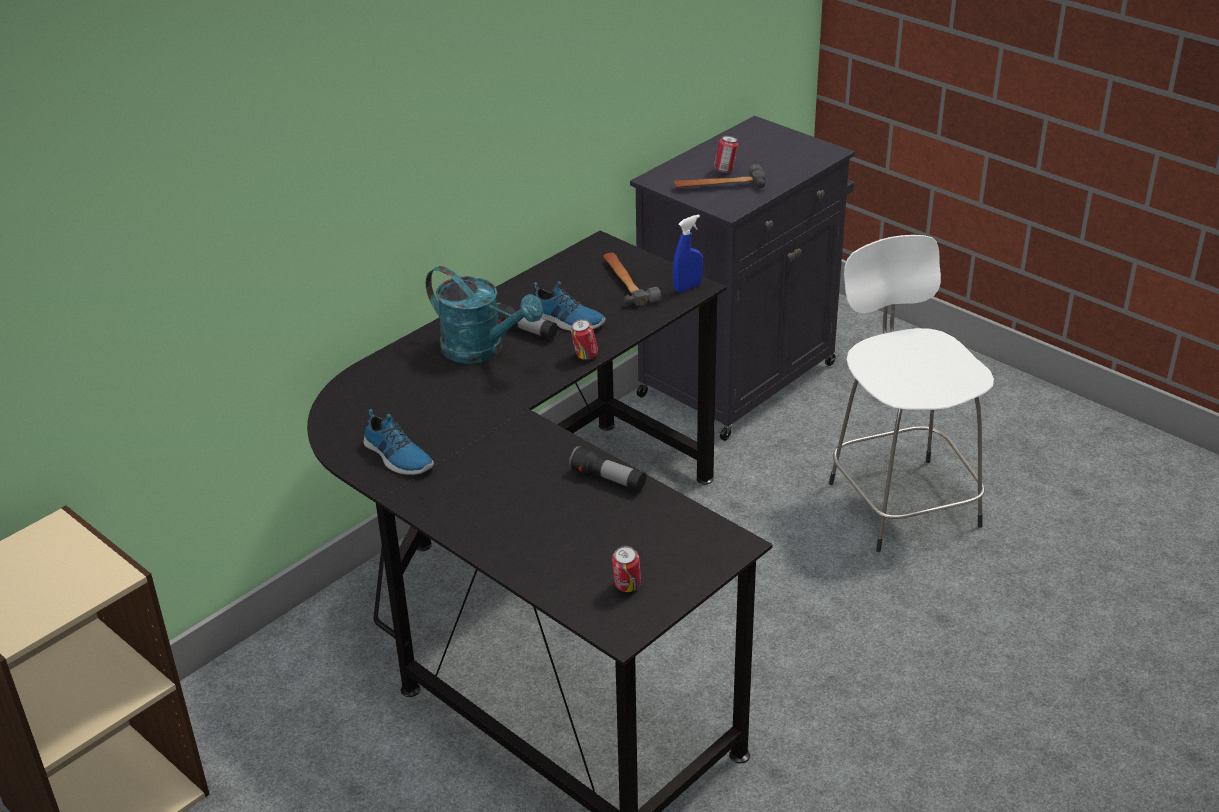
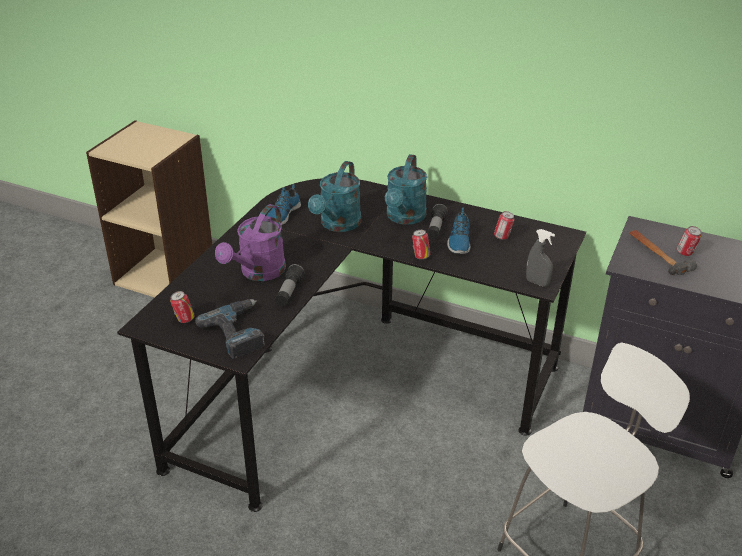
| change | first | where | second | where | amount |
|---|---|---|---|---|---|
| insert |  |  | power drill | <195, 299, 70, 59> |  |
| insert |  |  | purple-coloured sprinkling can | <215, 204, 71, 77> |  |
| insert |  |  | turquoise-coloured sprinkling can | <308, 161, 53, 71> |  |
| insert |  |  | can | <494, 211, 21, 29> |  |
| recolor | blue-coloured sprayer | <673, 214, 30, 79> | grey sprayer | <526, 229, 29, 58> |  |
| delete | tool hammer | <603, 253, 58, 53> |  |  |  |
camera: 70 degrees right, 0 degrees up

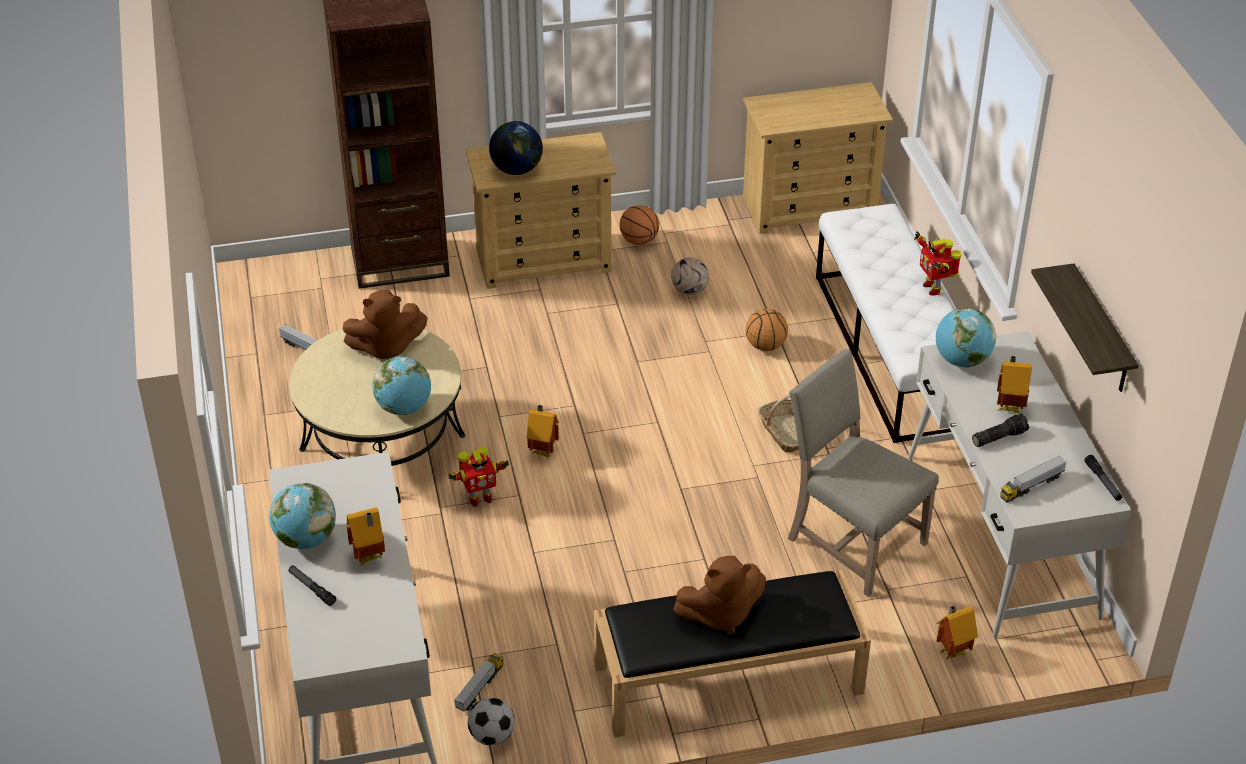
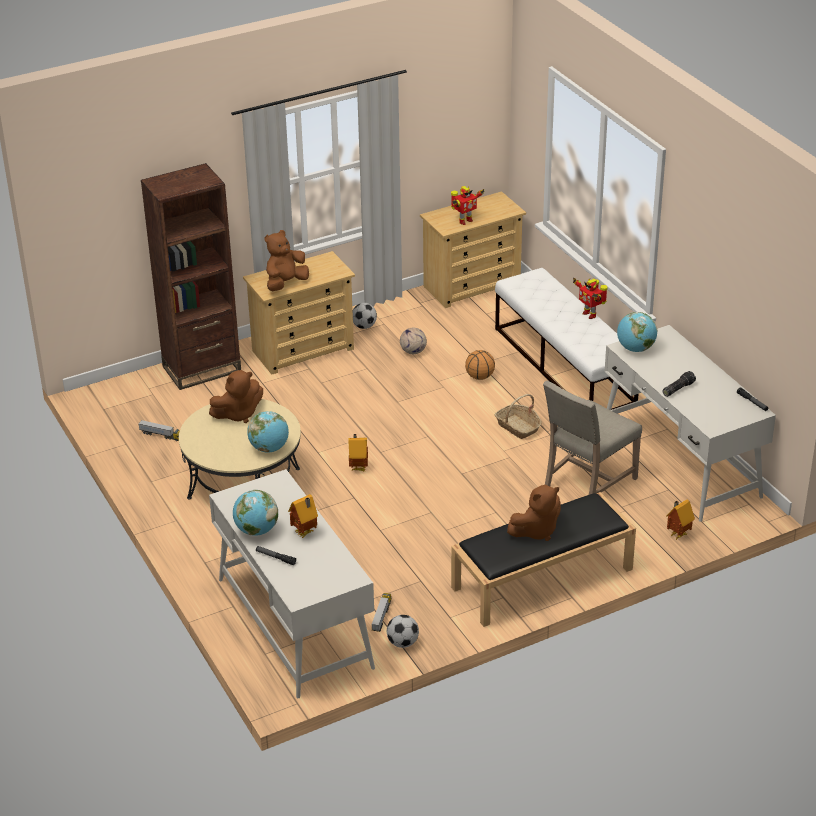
| change | first | where | second | where | amount |
|---|---|---|---|---|---|
| replace | globe | <489, 121, 54, 54> | brown soft toy | <265, 230, 44, 61> |  |
| replace | basketball ball | <619, 205, 40, 40> | football | <353, 303, 24, 26> |  |
| move | toy robot | <448, 447, 61, 60> |  | <451, 186, 34, 39> |  |
| rotate | beige plain chair | <788, 349, 151, 248> |  | <543, 381, 99, 114> | 75 degrees counterclockwise |
| delete | miniature house | <997, 356, 35, 58> |  |  |  |
| delete | toy lorry | <1000, 456, 67, 46> |  |  |  |
| delete | wall shelf | <1031, 263, 108, 129> |  |  |  |
camera: 15 degrees left, 5 degrees down

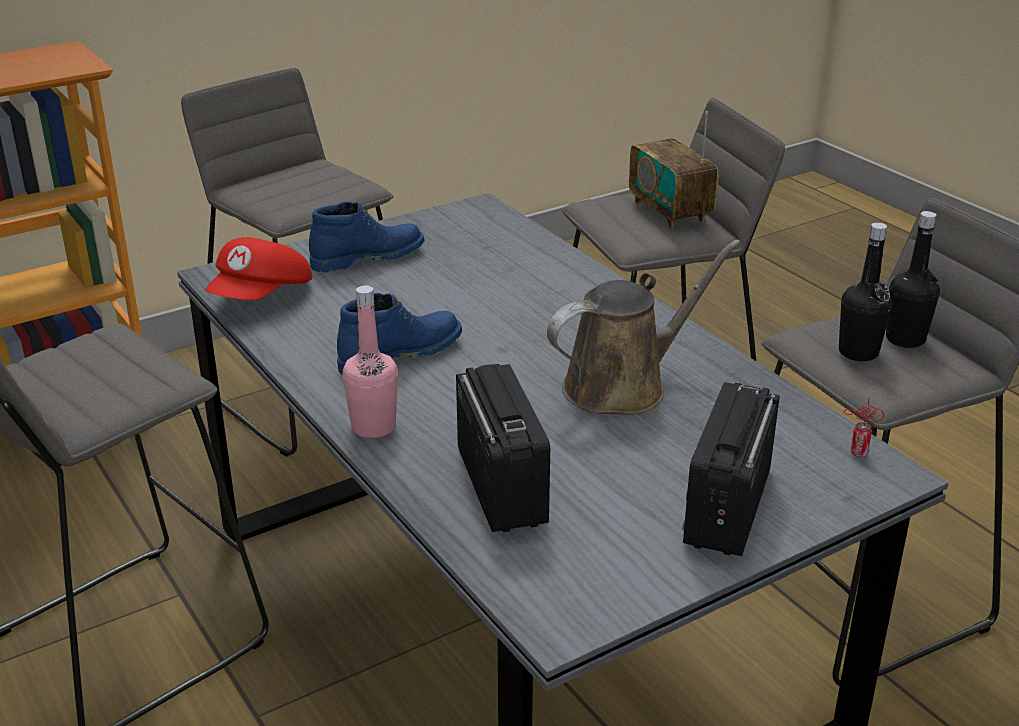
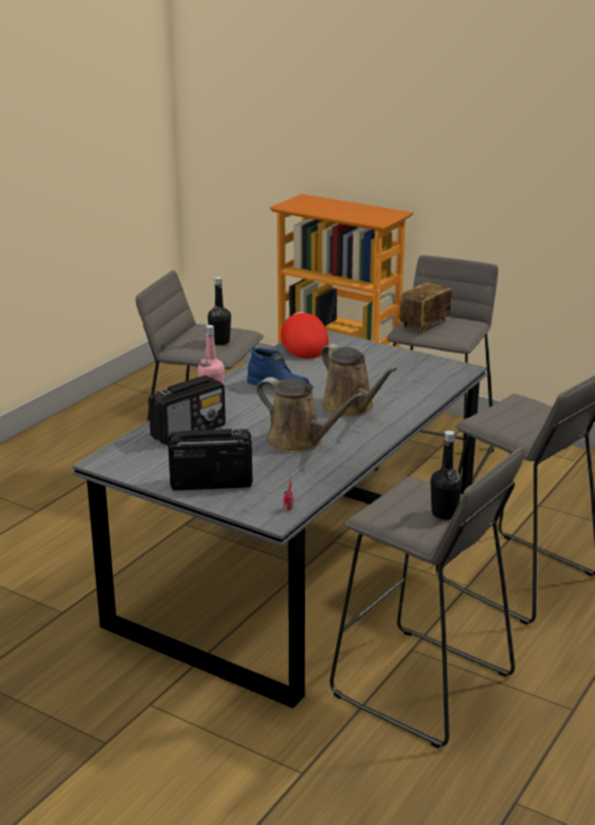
| change | first | where | second | where | amount |
|---|---|---|---|---|---|
| move | black bottle | <839, 222, 53, 139> |  | <208, 277, 23, 68> |  |
| rotate | red peaked cap | <205, 237, 107, 63> |  | <281, 312, 48, 47> | 75 degrees clockwise |
| insert |  |  | brown sprinkling can | <321, 344, 76, 73> |  |
| move | radio receiver | <629, 111, 90, 118> |  | <399, 268, 53, 65> |  |
| delete | blue-coloured high-top boot | <309, 202, 115, 71> |  |  |  |
camera: 65 degrees right, 5 degrees down

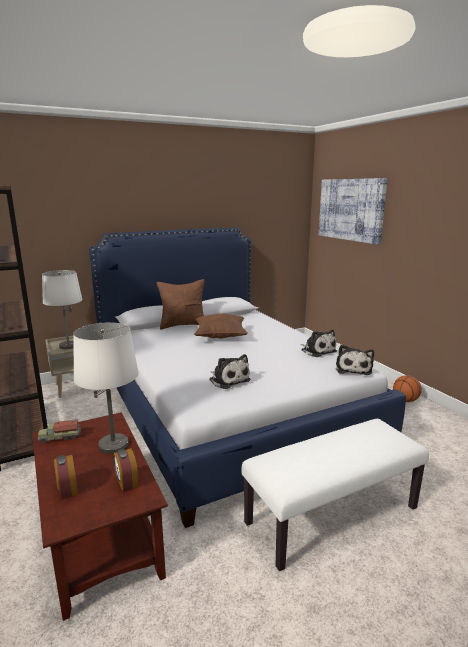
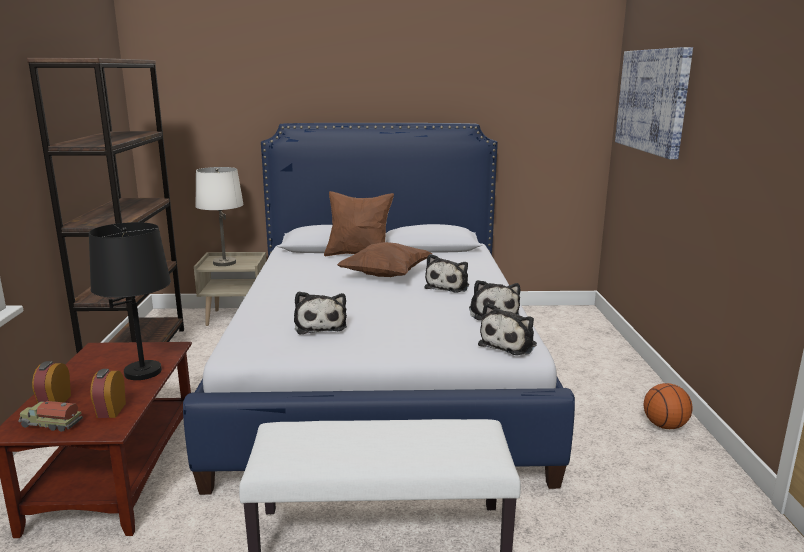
| change | first | where | second | where | amount |
|---|---|---|---|---|---|
| move | toy lorry | <38, 419, 43, 24> |  | <18, 401, 65, 31> |  |
| recolor | white table lamp | <73, 322, 66, 132> | black table lamp | <89, 222, 82, 158> |  |
| insert |  |  | soft toy | <424, 254, 45, 39> |  |
camera: 25 degrees right, 0 degrees up

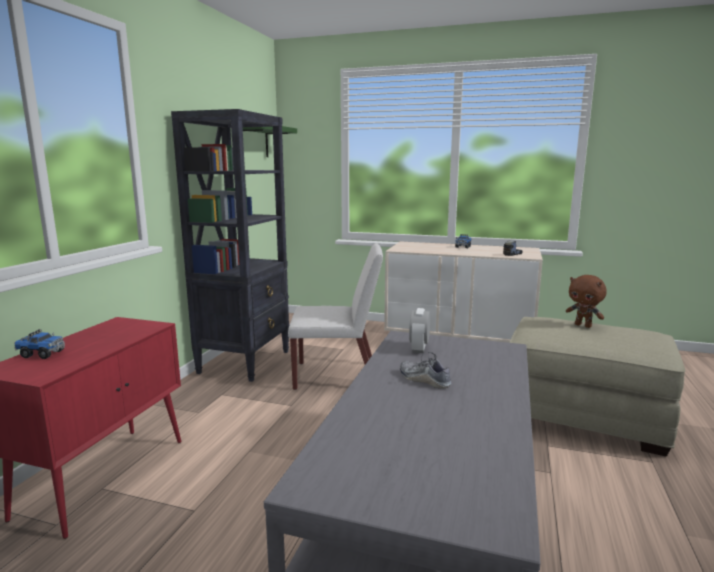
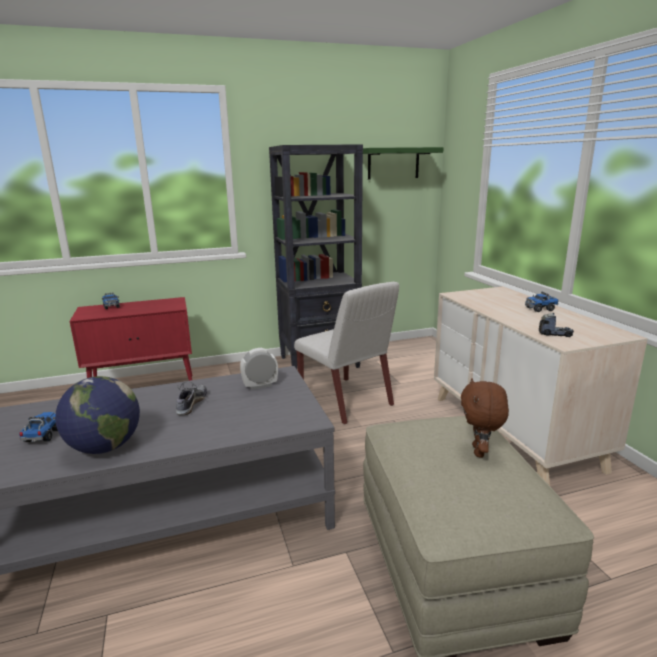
| change | first | where | second | where | amount |
|---|---|---|---|---|---|
| insert |  |  | toy lorry | <19, 412, 39, 30> |  |
| insert |  |  | globe | <55, 376, 85, 78> |  |
camera: 55 degrees right, 5 degrees up

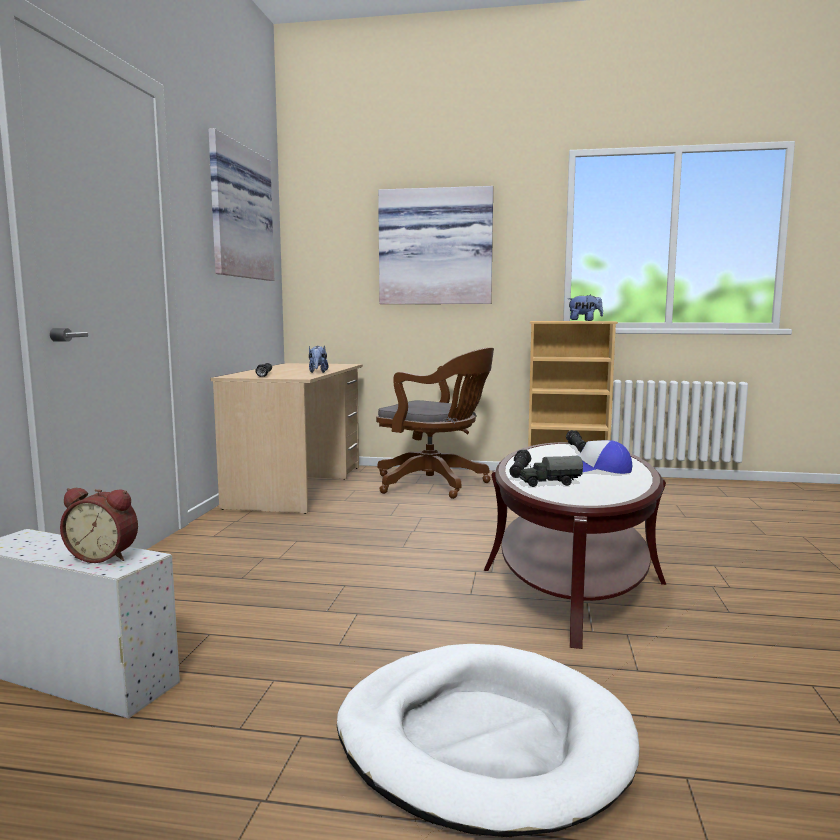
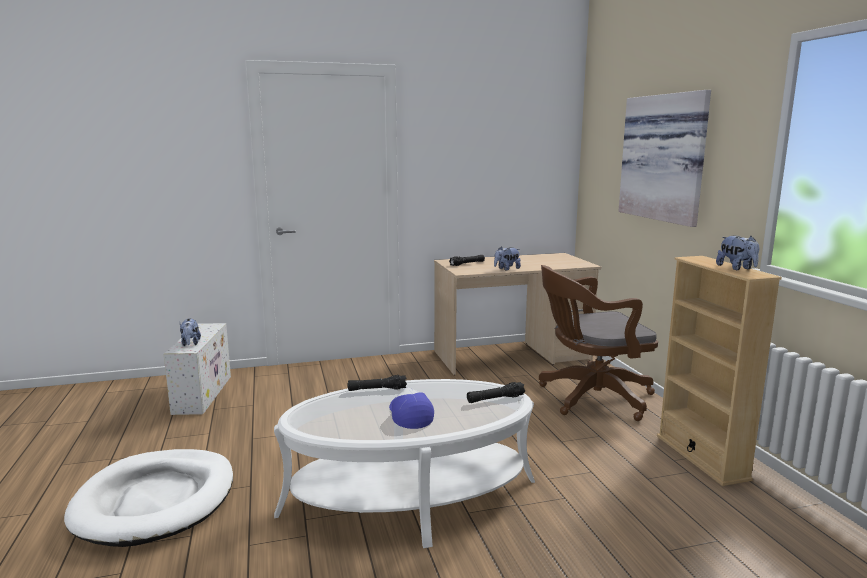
| change | first | where | second | where | amount |
|---|---|---|---|---|---|
| replace | table clock | <60, 488, 78, 75> | soft toy | <180, 319, 21, 27> |  |
| recolor | brown lounge table | <484, 442, 182, 207> | white lounge table | <274, 379, 261, 169> |  |
| rotate | brown computer chair | <376, 347, 118, 152> |  | <539, 265, 119, 156> | 75 degrees clockwise |
| delete | wall art | <209, 128, 65, 153> |  |  |  |
| delete | toy lorry | <519, 456, 64, 31> |  |  |  |
camera: 65 degrees right, 5 degrees up

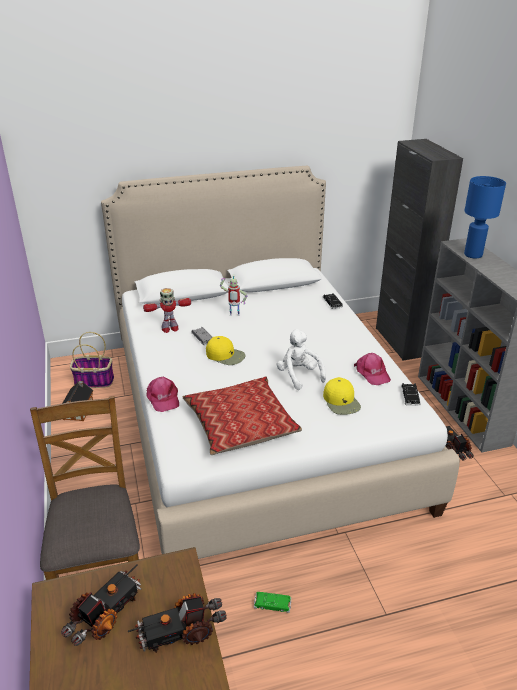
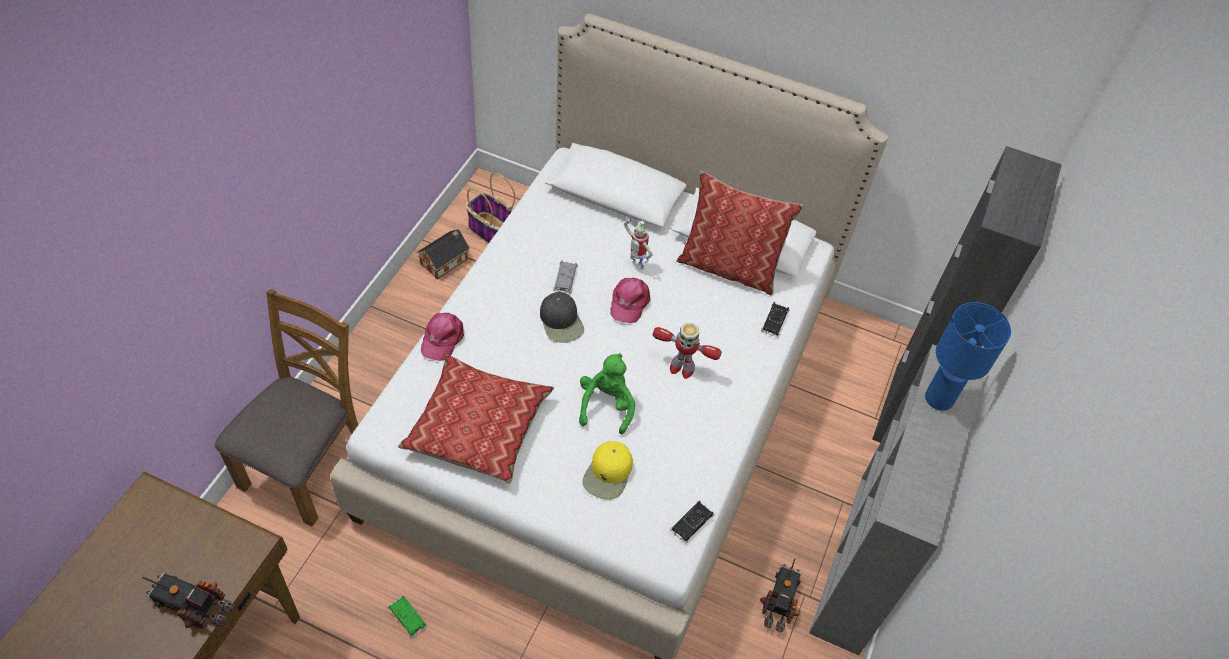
| change | first | where | second | where | amount |
|---|---|---|---|---|---|
| recolor | yellowish peaked cap | <206, 336, 40, 29> | black peaked cap | <540, 292, 44, 51> |  |
| recolor | white soft toy | <276, 329, 50, 61> | green soft toy | <579, 353, 56, 82> |  |
| move | pink-coloured peaked cap | <354, 353, 37, 32> |  | <610, 278, 40, 45> |  |
| move | toy robot | <143, 288, 48, 45> |  | <653, 323, 69, 56> |  |
| insert |  |  | throw pillow | <677, 171, 127, 125> |  |
| delete | toy lorry | <61, 564, 80, 82> |  |  |  |
camera: 35 degrees right, 20 degrees up

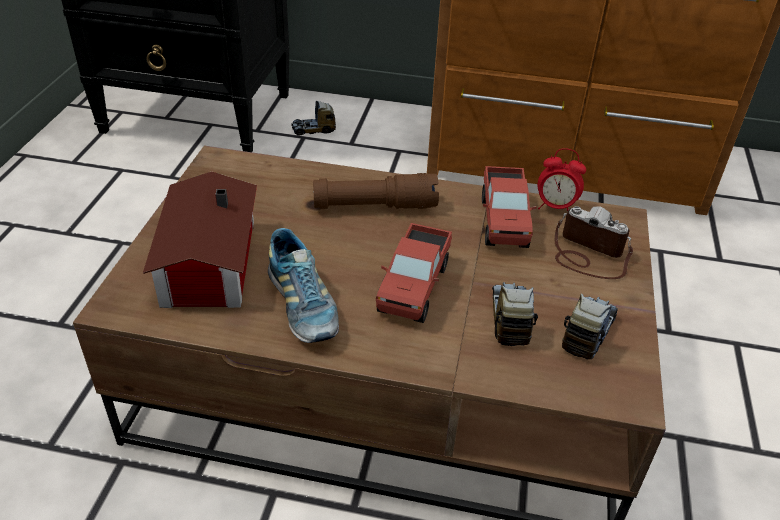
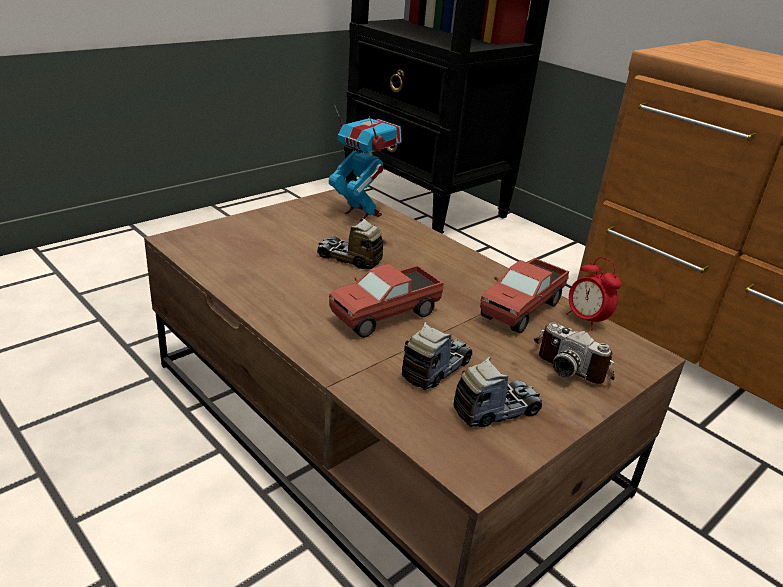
| change | first | where | second | where | amount |
|---|---|---|---|---|---|
| move | toy lorry | <291, 101, 45, 35> |  | <317, 218, 66, 51> |  |
| insert |  |  | toy robot | <329, 105, 73, 116> |  |
| rotate | photo camera | <555, 206, 78, 73> |  | <534, 322, 80, 62> | 150 degrees clockwise |
| delete | miniature house | <143, 172, 114, 136> |  |  |  |
| delete | low shoe | <268, 228, 71, 115> |  |  |  |
| delete | brown flashlight | <313, 173, 126, 36> |  |  |  |
camera: 35 degrees right, 10 degrees down

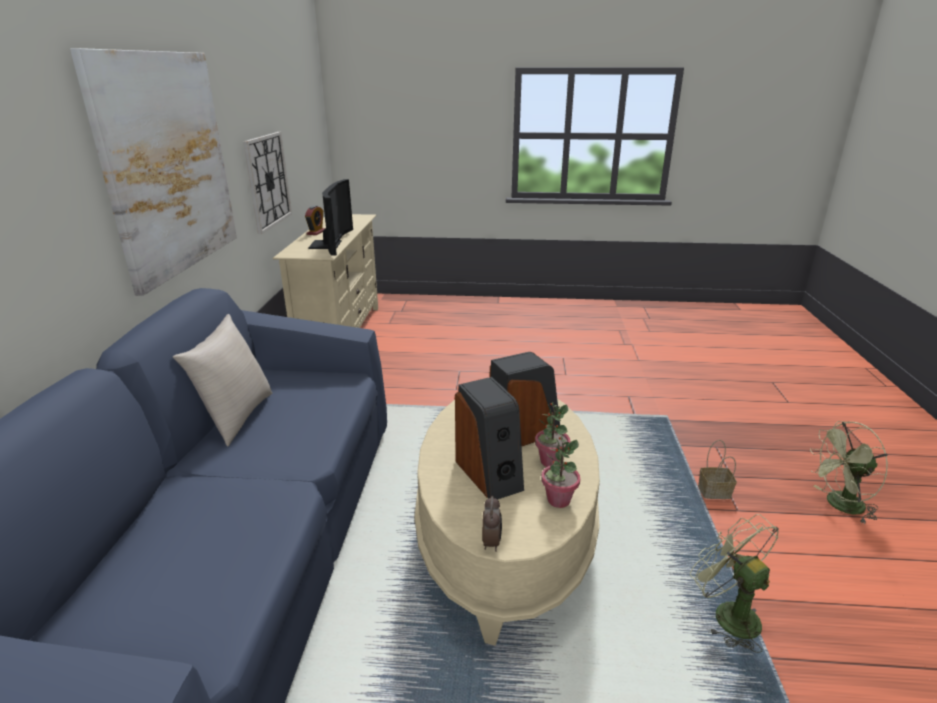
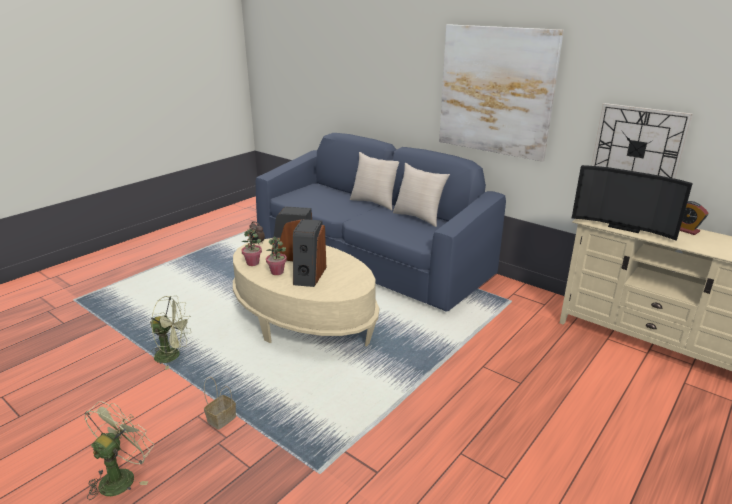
| change | first | where | second | where | amount |
|---|---|---|---|---|---|
| insert |  |  | beige throw pillow | <350, 152, 49, 58> |  |
camera: 125 degrees right, 0 degrees up

